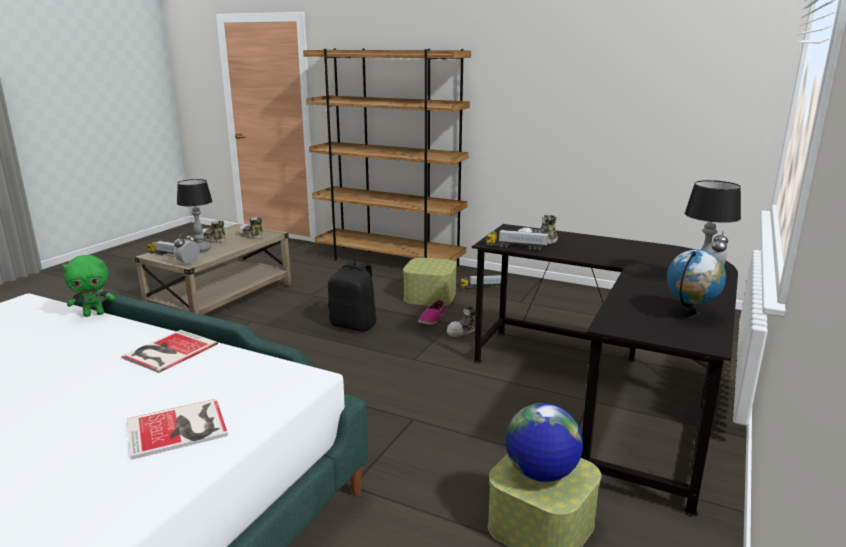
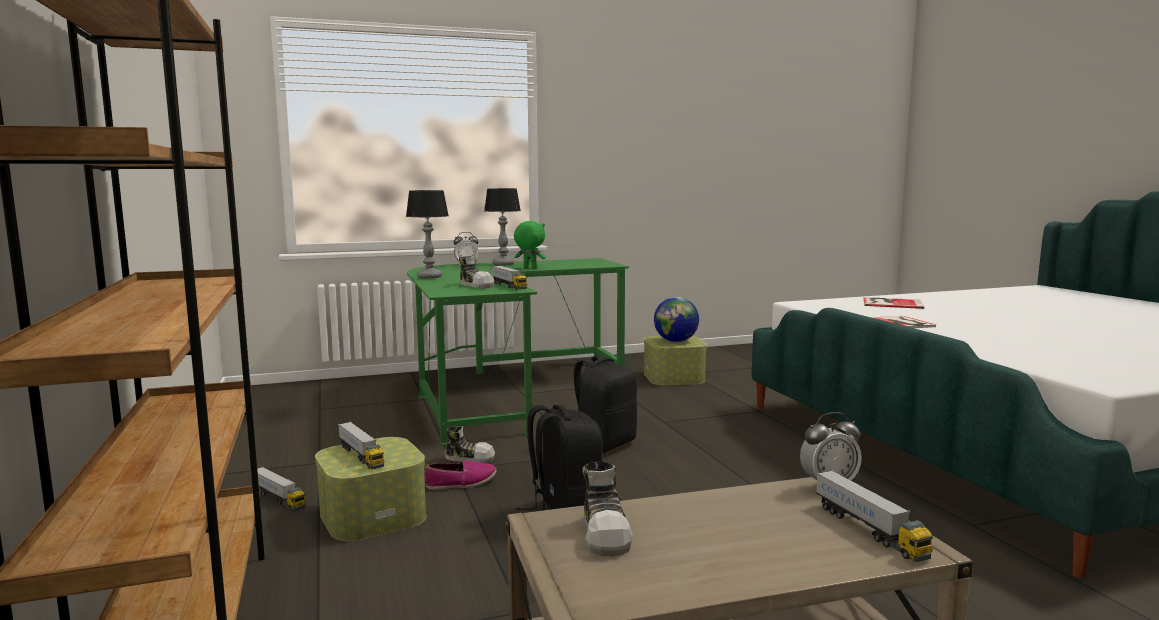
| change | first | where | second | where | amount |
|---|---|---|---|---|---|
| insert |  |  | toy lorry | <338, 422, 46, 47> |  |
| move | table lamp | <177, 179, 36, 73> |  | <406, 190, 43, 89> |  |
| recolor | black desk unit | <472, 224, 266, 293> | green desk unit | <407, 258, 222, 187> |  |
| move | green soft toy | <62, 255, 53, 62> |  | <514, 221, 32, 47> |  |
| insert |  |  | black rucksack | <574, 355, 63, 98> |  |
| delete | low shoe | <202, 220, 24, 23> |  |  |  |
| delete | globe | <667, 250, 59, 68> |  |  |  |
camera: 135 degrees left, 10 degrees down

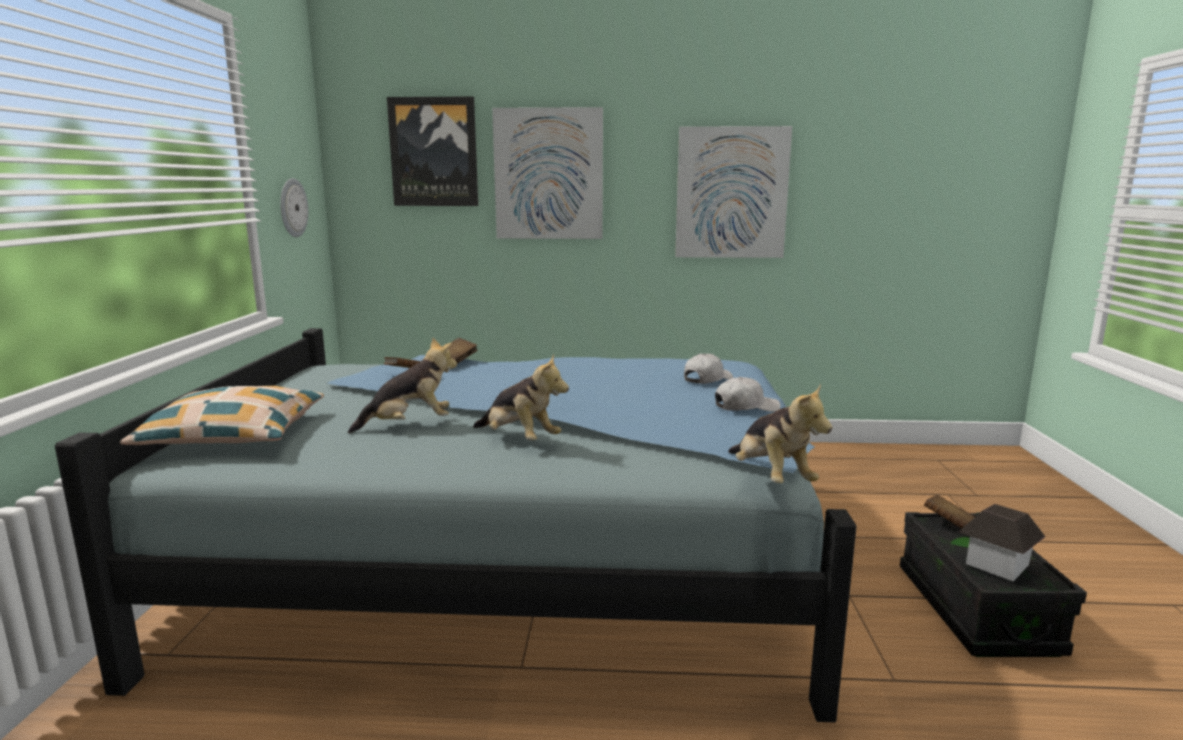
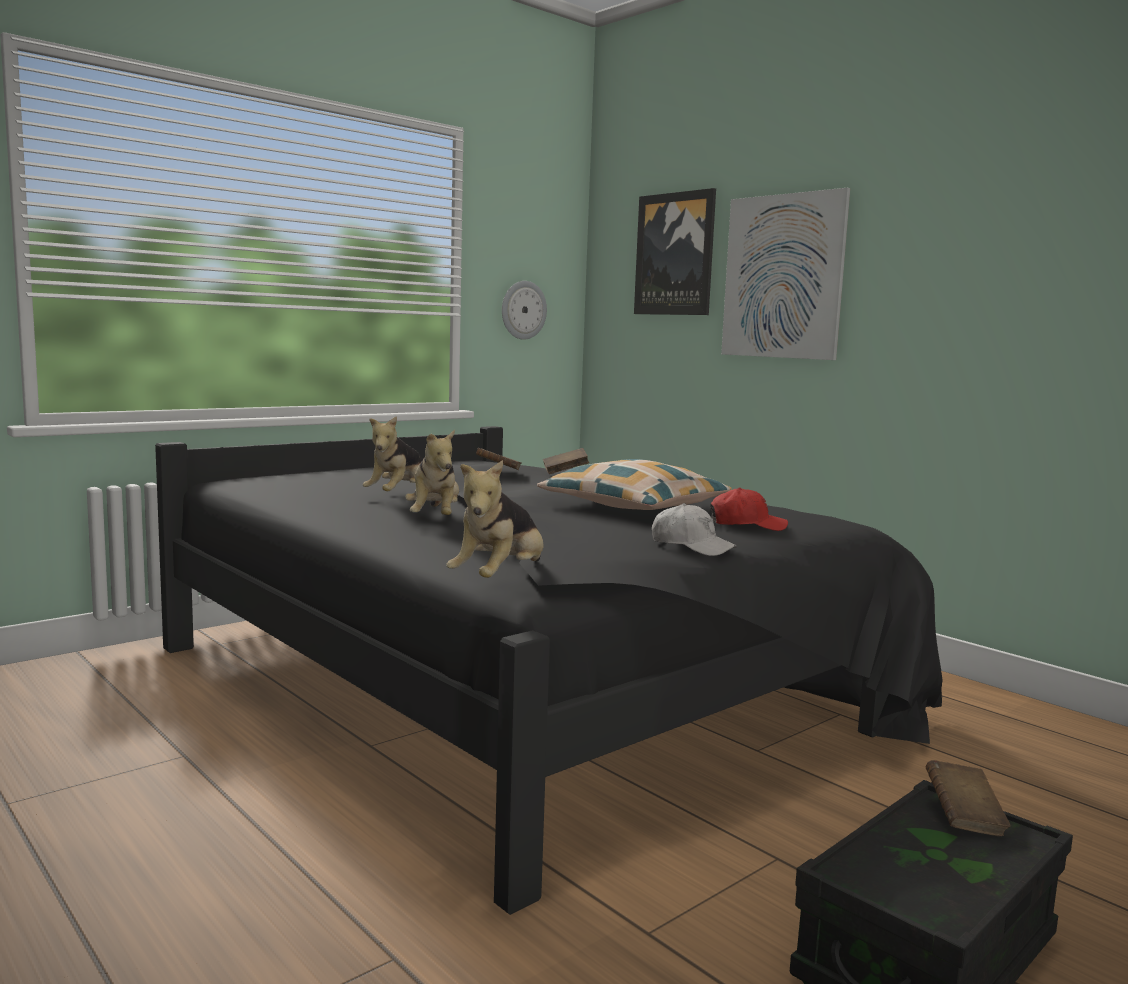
| change | first | where | second | where | amount |
|---|---|---|---|---|---|
| recolor | blue-coloured bed | <55, 328, 802, 395> | black bed | <155, 426, 788, 489> |  |
| rotate | soft toy | <348, 337, 109, 96> |  | <363, 416, 60, 75> | 90 degrees clockwise |
| move | throw pillow | <120, 386, 204, 59> |  | <537, 459, 195, 51> |  |
| recolor | white peaked cap | <684, 353, 49, 31> | red peaked cap | <710, 487, 78, 44> |  |
| delete | wall art | <675, 126, 117, 132> |  |  |  |
| delete | miniature house | <959, 504, 87, 77> |  |  |  |
camera: 45 degrees right, 5 degrees down

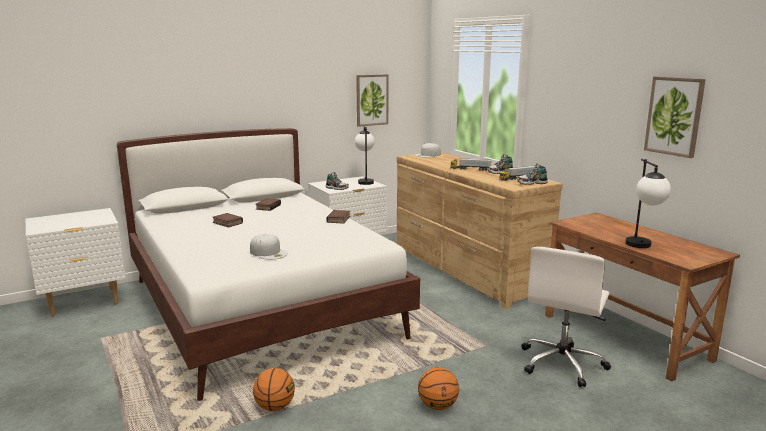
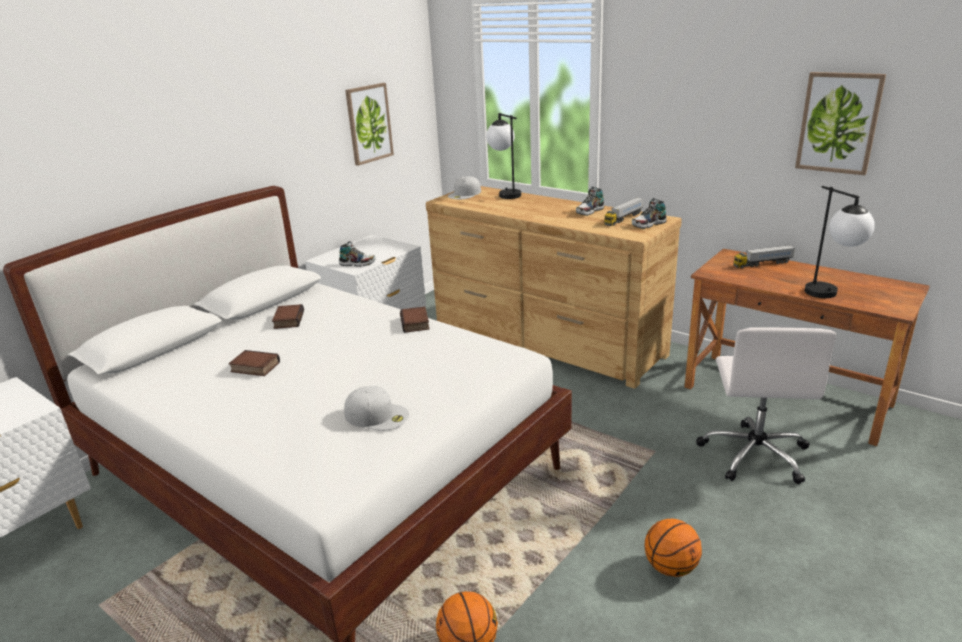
| change | first | where | second | where | amount |
|---|---|---|---|---|---|
| move | table lamp | <355, 126, 20, 59> |  | <486, 113, 35, 86> |  |
| move | toy lorry | <450, 159, 41, 12> |  | <733, 245, 62, 23> |  |
camera: 20 degrees left, 10 degrees up

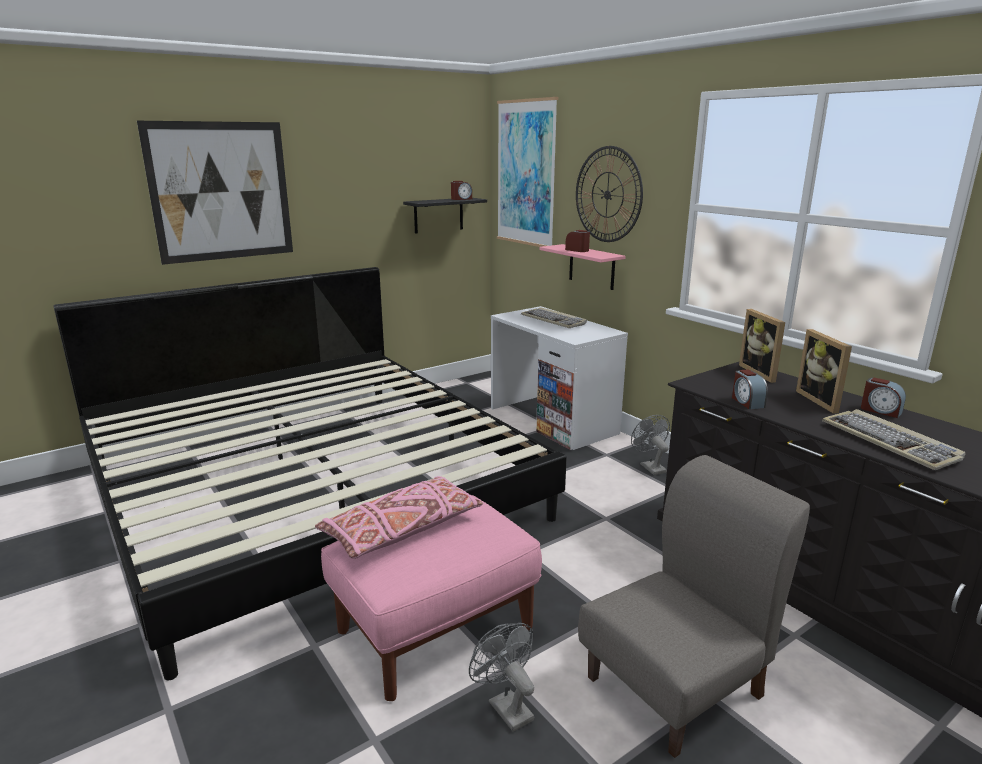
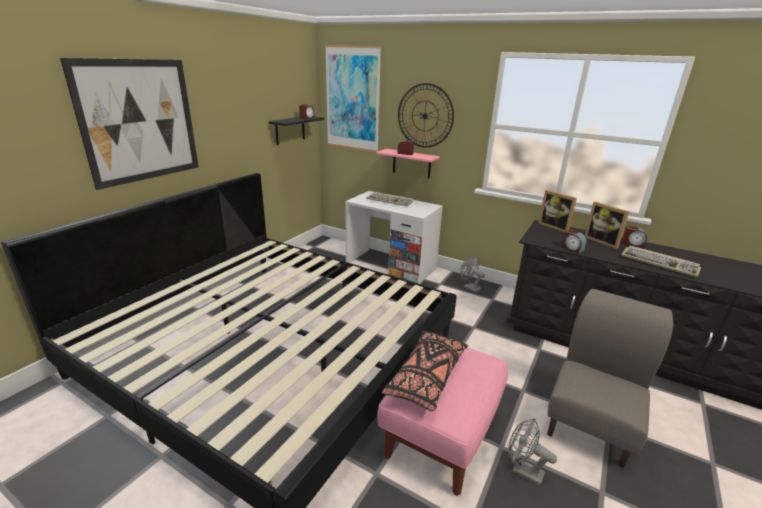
| change | first | where | second | where | amount |
|---|---|---|---|---|---|
| recolor | pink-coloured throw pillow | <315, 476, 168, 83> | black throw pillow | <382, 331, 86, 80> |  |
camera: 25 degrees left, 5 degrees up

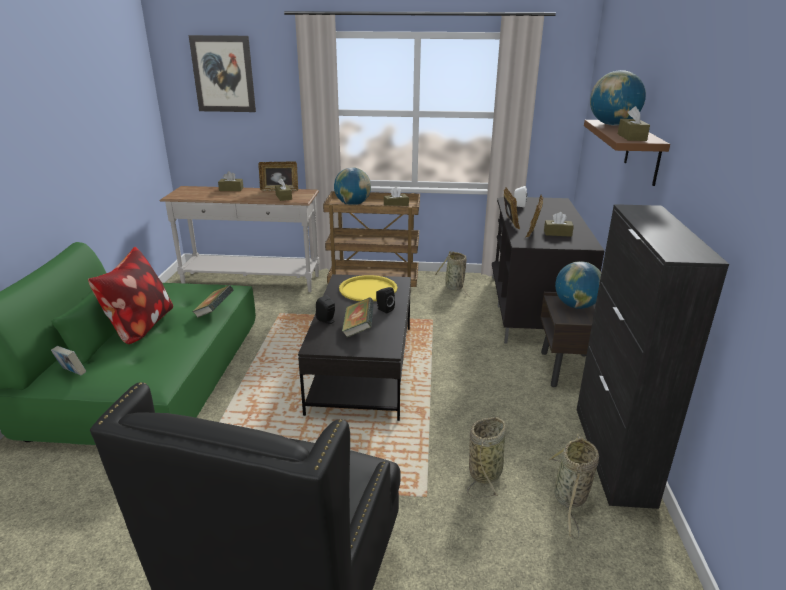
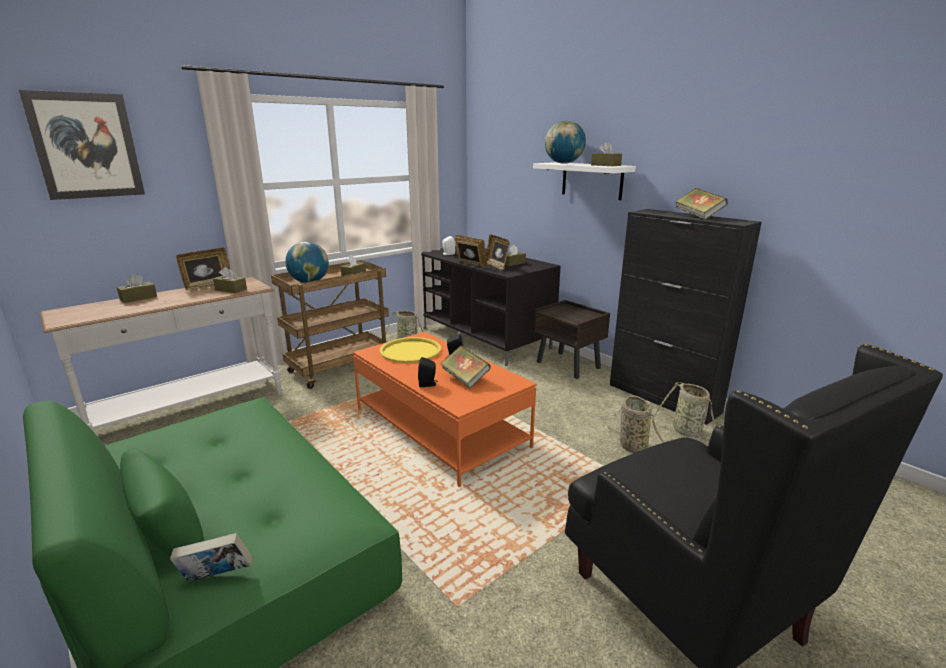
| change | first | where | second | where | amount |
|---|---|---|---|---|---|
| recolor | black lounge table | <298, 274, 113, 147> | orange lounge table | <353, 332, 184, 155> |  |
| recolor | brown wall shelf | <584, 120, 86, 66> | white wall shelf | <533, 162, 103, 38> |  |
| move | book | <192, 285, 42, 33> |  | <675, 188, 53, 32> |  |
| delete | throw pillow | <88, 247, 85, 97> |  |  |  |
| delete | globe | <555, 261, 46, 48> |  |  |  |
camera: 45 degrees left, 5 degrees down

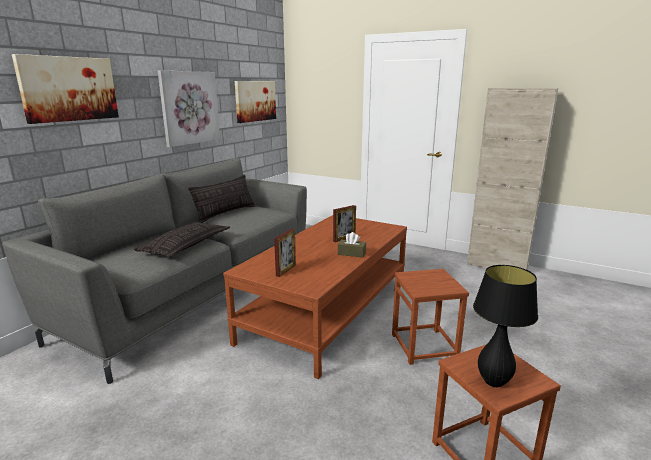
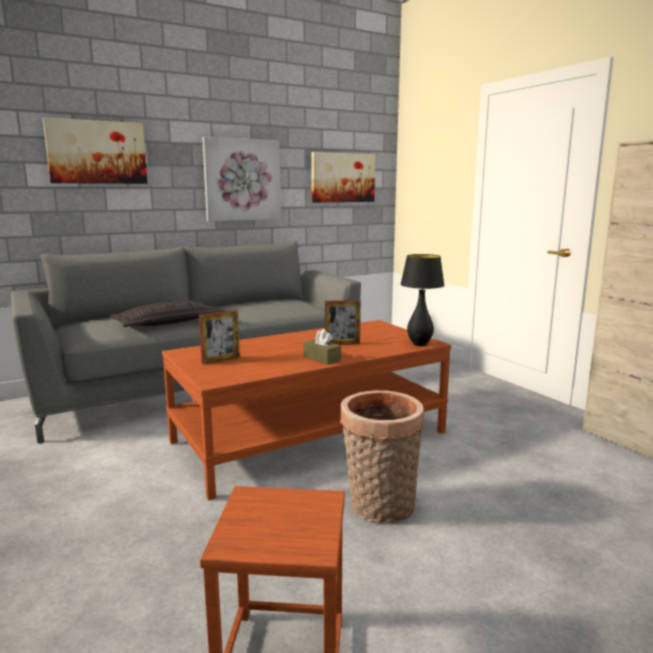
| change | first | where | second | where | amount |
|---|---|---|---|---|---|
| replace | brown stool | <392, 269, 77, 96> | basket | <340, 390, 84, 134> |  |
| move | black table lamp | <473, 265, 65, 122> |  | <401, 254, 44, 92> |  |
| delete | throw pillow | <188, 174, 67, 49> |  |  |  |
camera: 30 degrees right, 5 degrees down

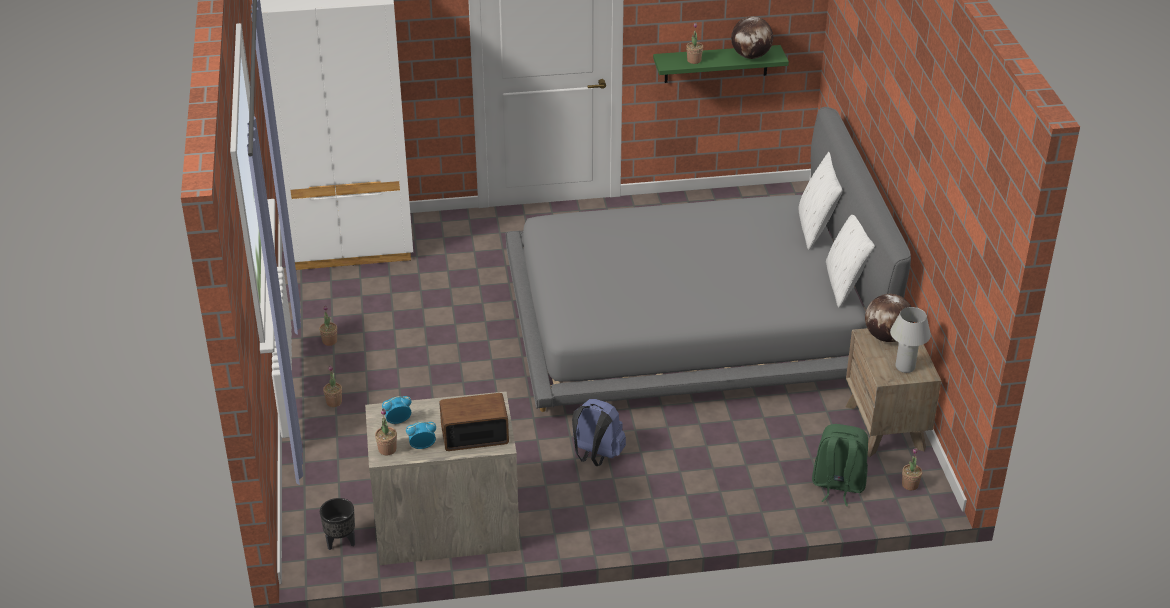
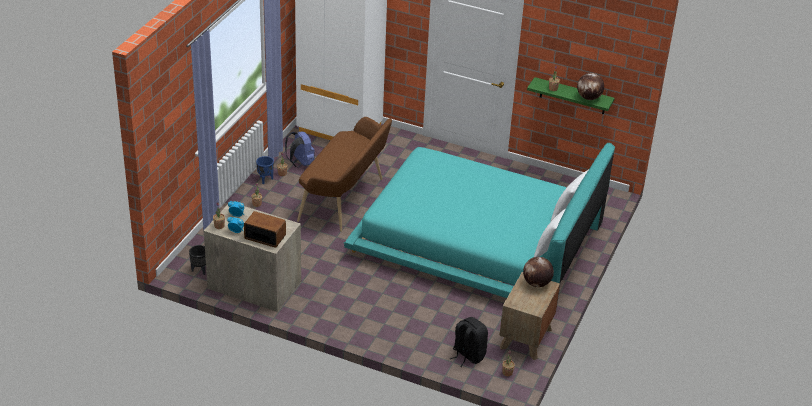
| change | first | where | second | where | amount |
|---|---|---|---|---|---|
| insert |  |  | blue-coloured flower pot | <256, 156, 18, 28> |  |
| move | blue-coloured rucksack | <572, 399, 54, 67> |  | <285, 131, 29, 37> |  |
| insert |  |  | brown bench | <297, 117, 95, 115> |  |
| recolor | grey bed | <506, 107, 405, 305> | turquoise-coloured bed | <344, 143, 271, 166> |  |
| recolor | green rucksack | <812, 424, 56, 82> | black rucksack | <450, 317, 38, 50> |  |
| delete | white table lamp | <890, 307, 41, 66> |  |  |  |
camera: 30 degrees right, 0 degrees up

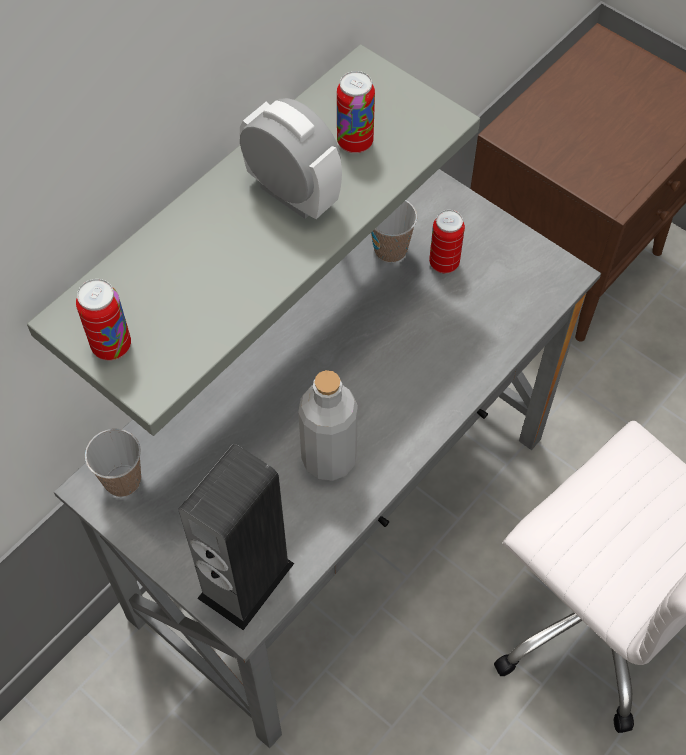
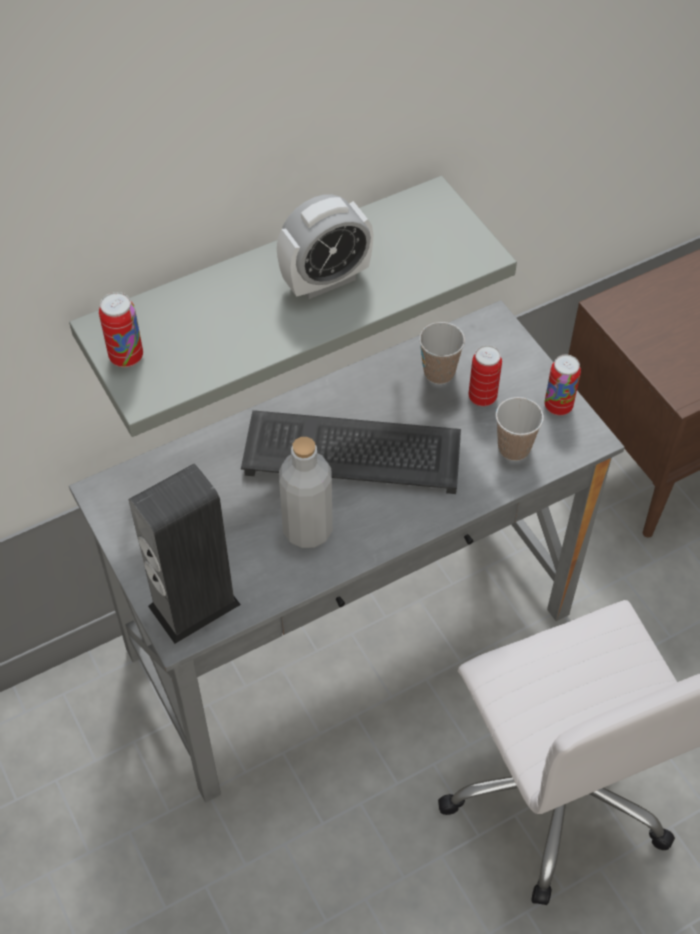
| change | first | where | second | where | amount |
|---|---|---|---|---|---|
| insert |  |  | PC keyboard | <241, 410, 220, 84> |  |
| rotate | table clock | <240, 98, 102, 121> |  | <277, 194, 96, 105> | 90 degrees clockwise |
| move | cup | <85, 429, 56, 68> |  | <496, 397, 48, 64> |  |
| move | can | <337, 71, 38, 82> |  | <544, 355, 37, 61> |  |
camera: 20 degrees right, 5 degrees down

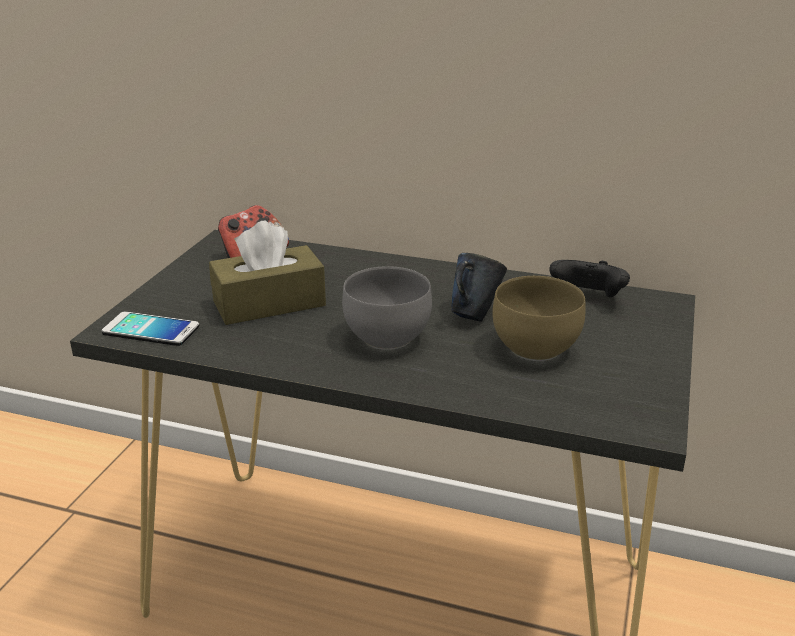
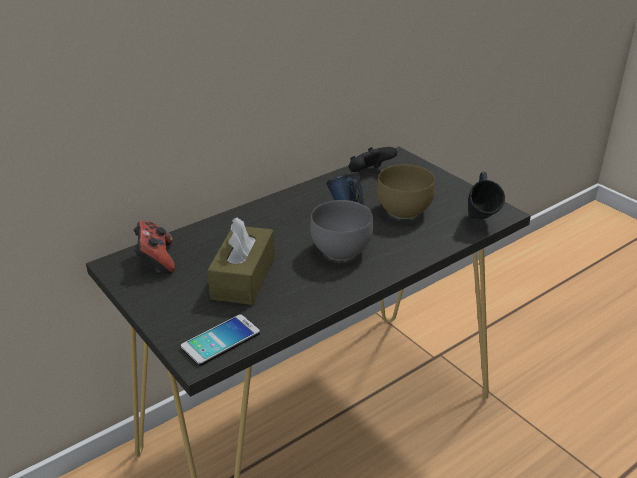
| change | first | where | second | where | amount |
|---|---|---|---|---|---|
| insert |  |  | blue-coloured mug | <468, 172, 37, 47> |  |
camera: 55 degrees left, 5 degrees up

